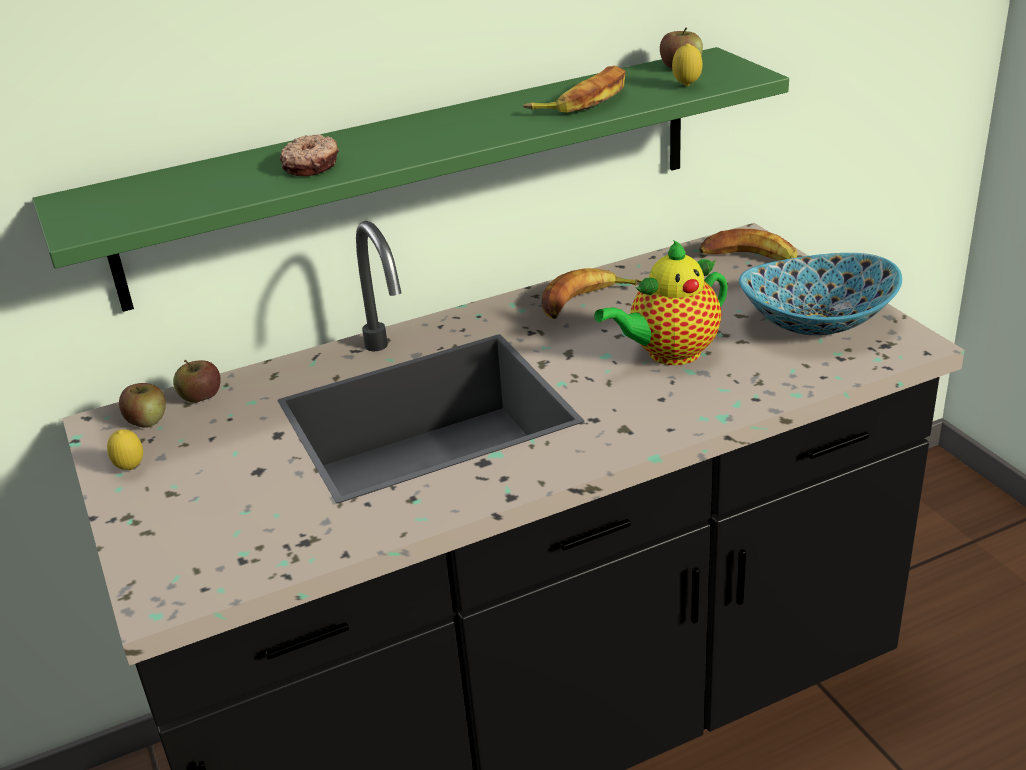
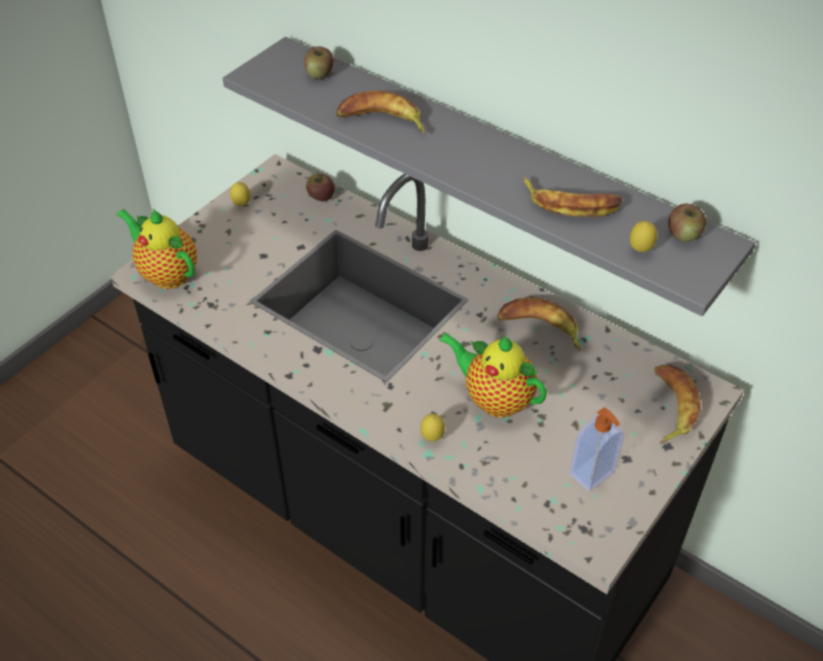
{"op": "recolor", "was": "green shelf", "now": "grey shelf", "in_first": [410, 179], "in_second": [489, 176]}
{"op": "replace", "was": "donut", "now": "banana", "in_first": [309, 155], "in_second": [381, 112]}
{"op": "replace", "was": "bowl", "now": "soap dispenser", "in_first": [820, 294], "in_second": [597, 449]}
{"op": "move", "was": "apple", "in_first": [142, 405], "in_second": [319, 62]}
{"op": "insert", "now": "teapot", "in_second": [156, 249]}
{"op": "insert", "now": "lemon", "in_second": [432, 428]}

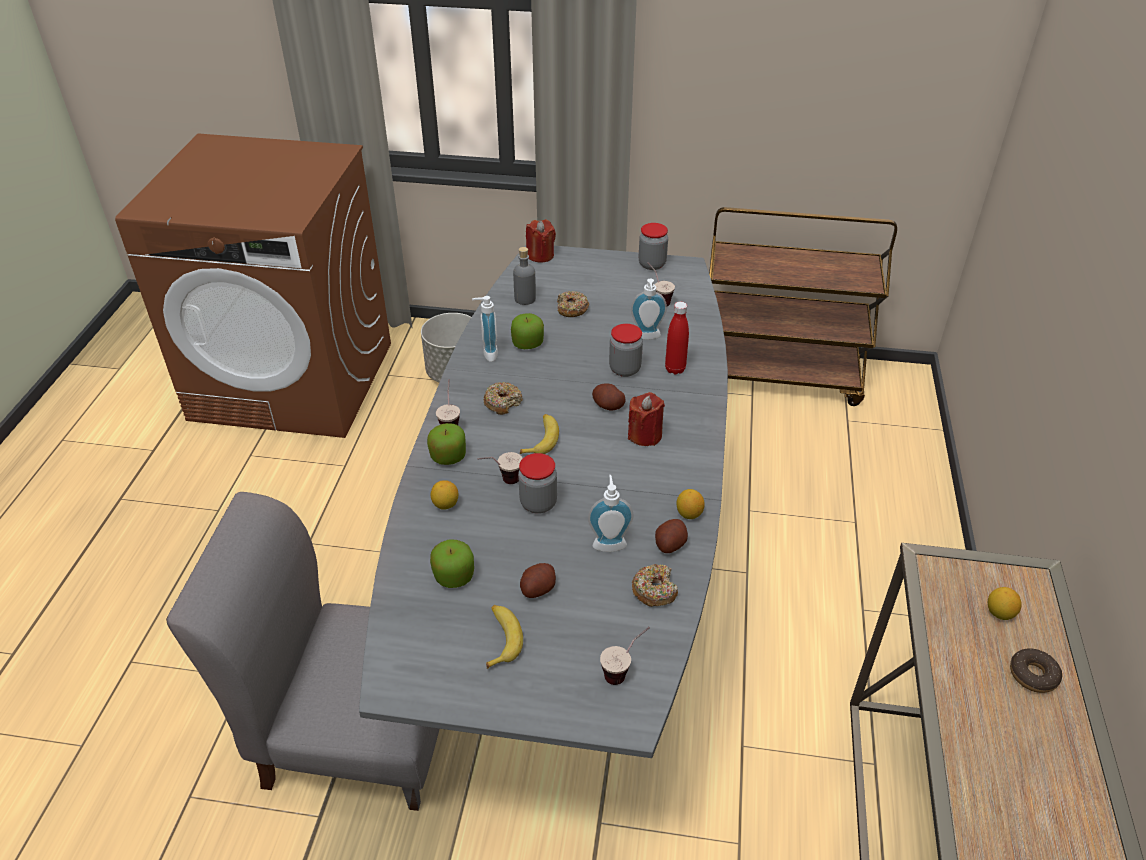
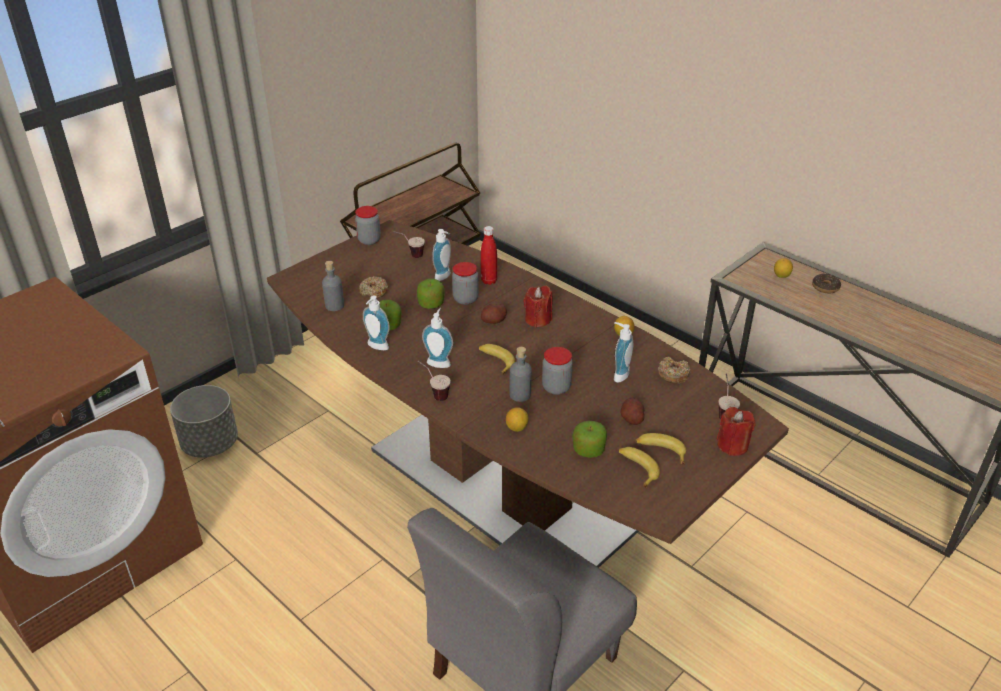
{"op": "move", "was": "red candle", "in_first": [541, 241], "in_second": [736, 431]}
{"op": "recolor", "was": "grey dining table", "now": "brown dining table", "in_first": [543, 501], "in_second": [528, 394]}
{"op": "replace", "was": "donut", "now": "soap dispenser", "in_first": [503, 398], "in_second": [437, 338]}
{"op": "move", "was": "apple", "in_first": [446, 444], "in_second": [431, 293]}
{"op": "replace", "was": "cup", "now": "grey bottle", "in_first": [500, 468], "in_second": [520, 374]}
{"op": "delete", "was": "potato", "in_first": [671, 536]}
{"op": "insert", "now": "banana", "in_second": [639, 467]}

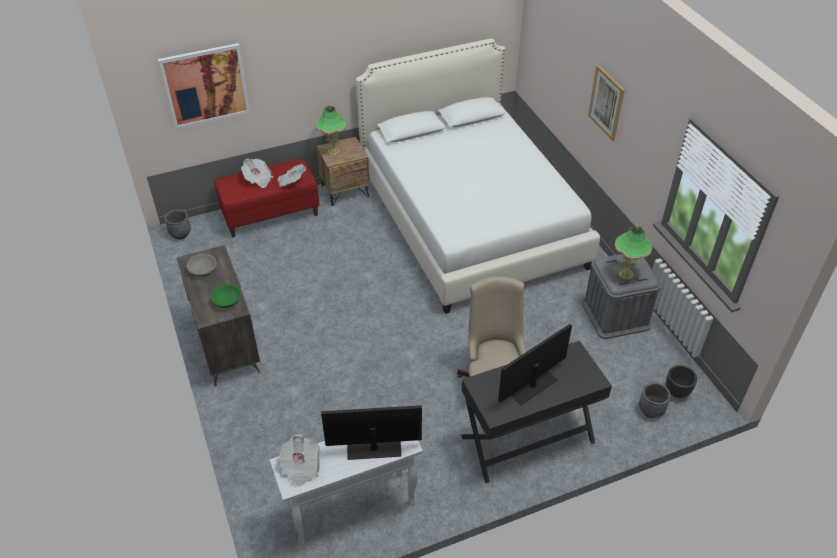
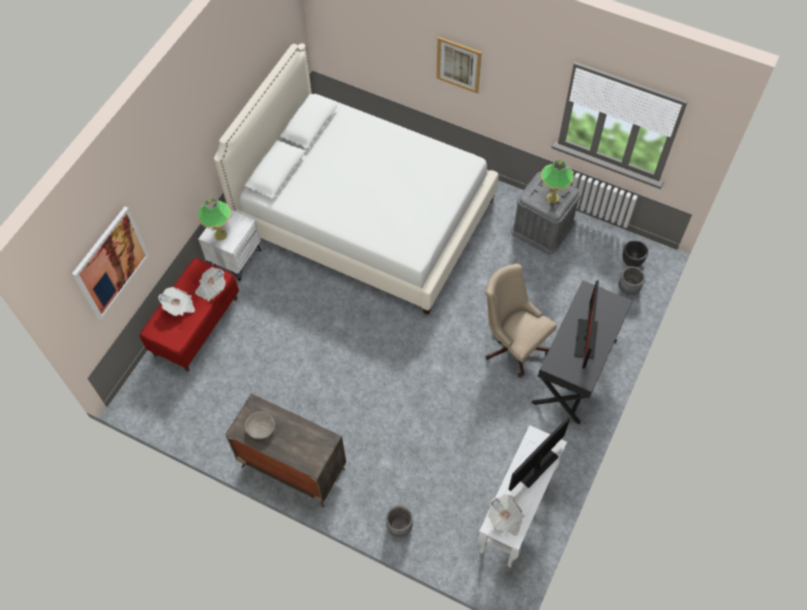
{"op": "recolor", "was": "brown nightstand", "now": "white nightstand", "in_first": [343, 171], "in_second": [229, 245]}
{"op": "move", "was": "grey planter", "in_first": [178, 224], "in_second": [399, 521]}
{"op": "delete", "was": "green bowl", "in_first": [225, 296]}

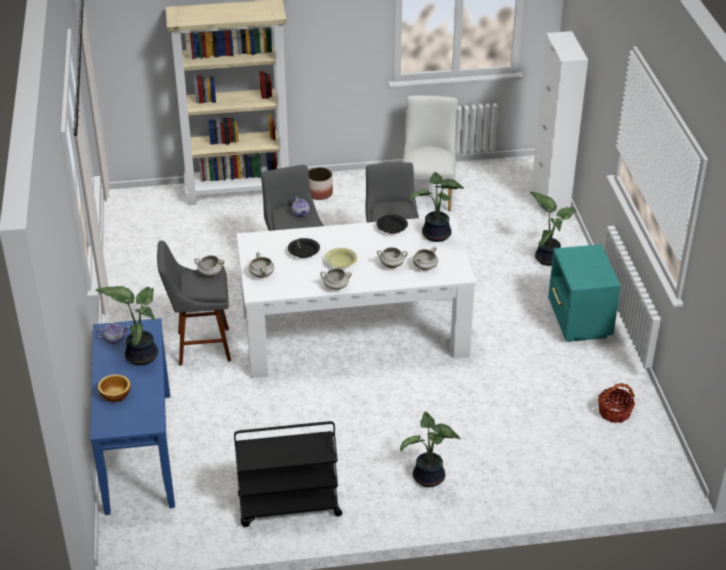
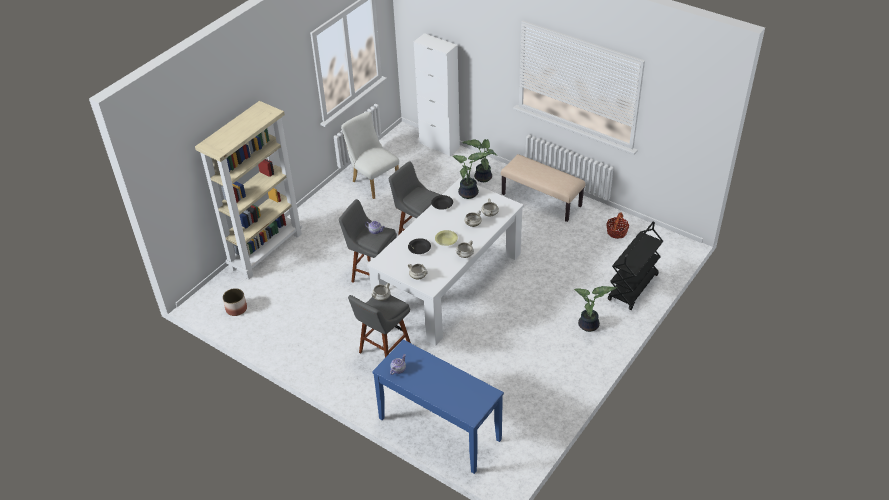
{"op": "move", "was": "planter", "in_first": [320, 183], "in_second": [235, 302]}
{"op": "replace", "was": "turquoise nightstand", "now": "beige bench", "in_first": [584, 293], "in_second": [543, 188]}
{"op": "delete", "was": "potted plant", "in_first": [126, 325]}
{"op": "delete", "was": "bowl", "in_first": [114, 388]}
{"op": "move", "was": "black cart", "in_first": [288, 474], "in_second": [635, 266]}

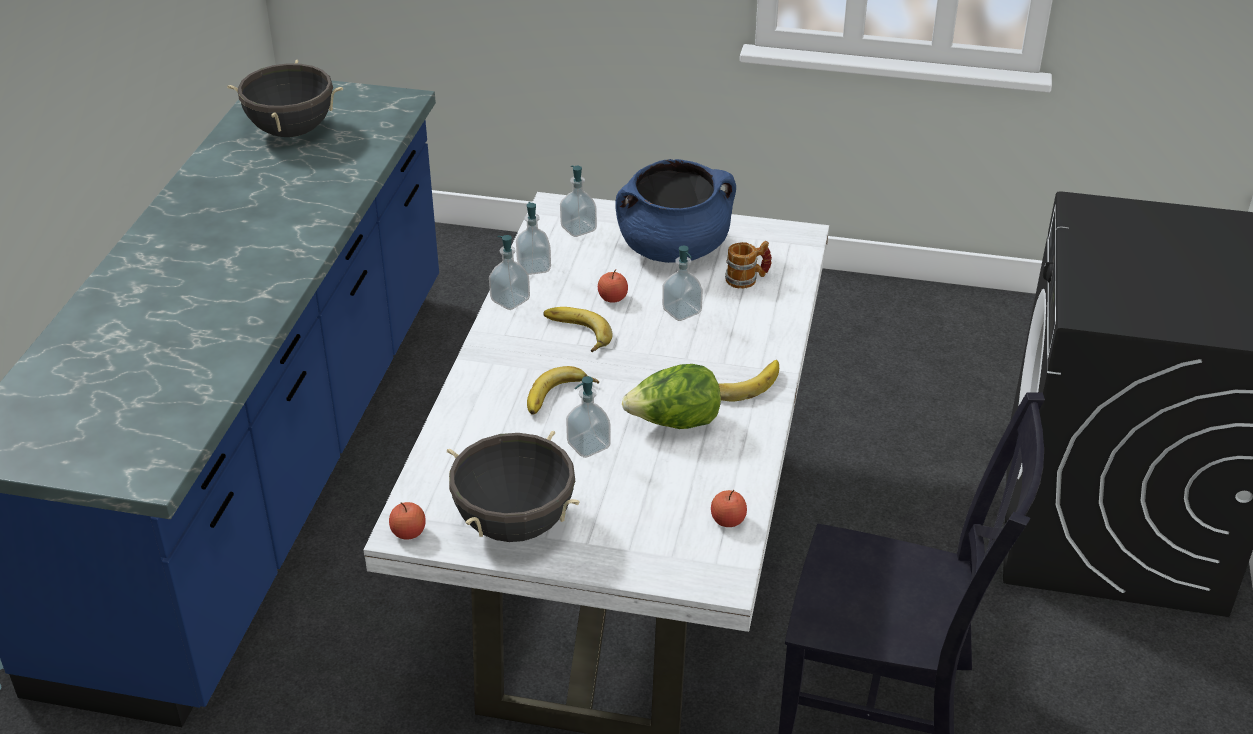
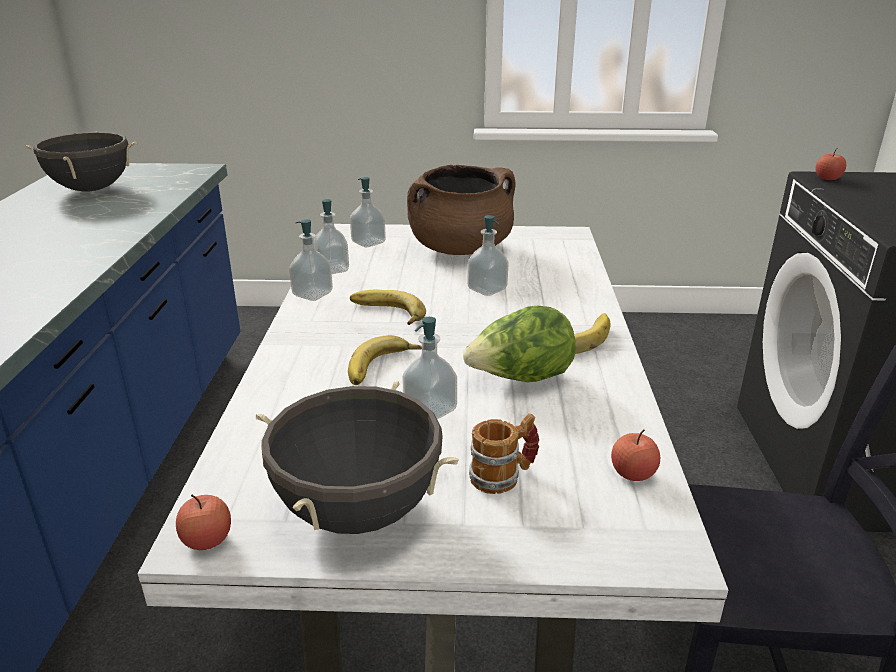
{"op": "recolor", "was": "blue cooking pot", "now": "brown cooking pot", "in_first": [675, 211], "in_second": [461, 210]}
{"op": "move", "was": "mug", "in_first": [748, 265], "in_second": [504, 453]}
{"op": "move", "was": "apple", "in_first": [613, 286], "in_second": [830, 164]}

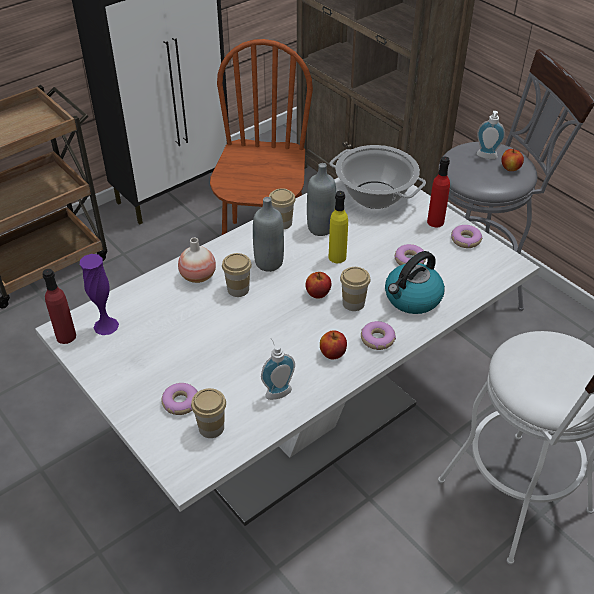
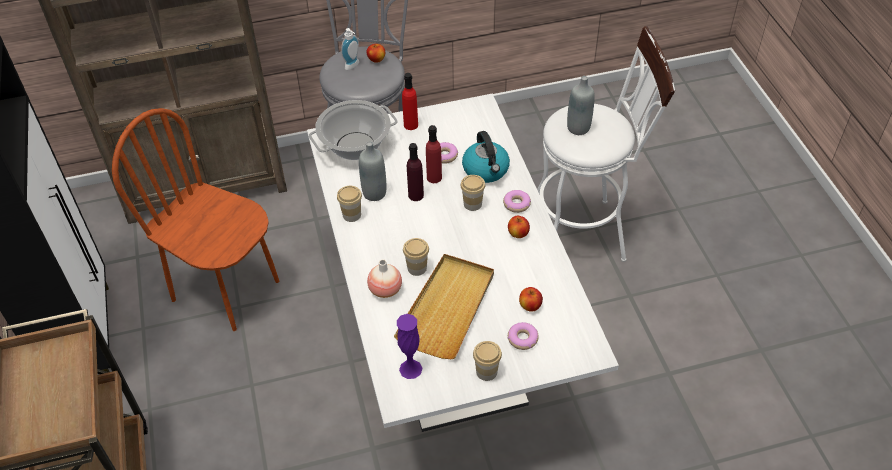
{"op": "recolor", "was": "yellow bottle", "now": "purple bottle", "in_first": [338, 227], "in_second": [415, 172]}
{"op": "move", "was": "grey bottle", "in_first": [268, 234], "in_second": [581, 105]}
{"op": "delete", "was": "donut", "in_first": [466, 236]}
{"op": "move", "was": "red bottle", "in_first": [59, 306], "in_second": [434, 154]}
{"op": "move", "was": "apple", "in_first": [318, 285], "in_second": [531, 299]}
{"op": "delete", "was": "soap dispenser", "in_first": [278, 368]}
{"op": "move", "was": "cup", "in_first": [208, 413], "in_second": [487, 361]}
{"op": "insert", "now": "beige tray", "in_second": [444, 306]}

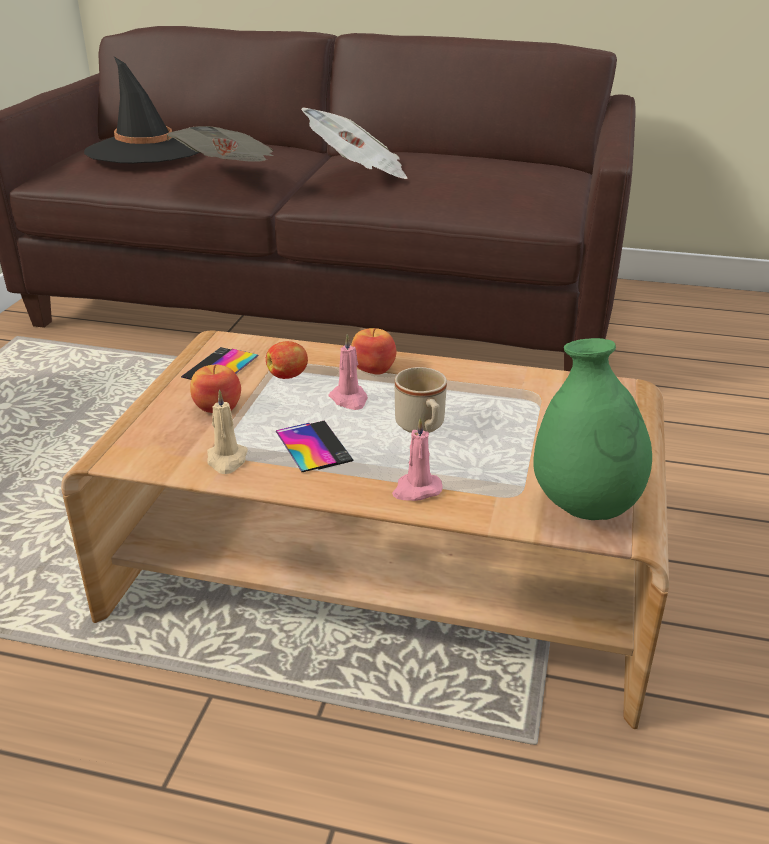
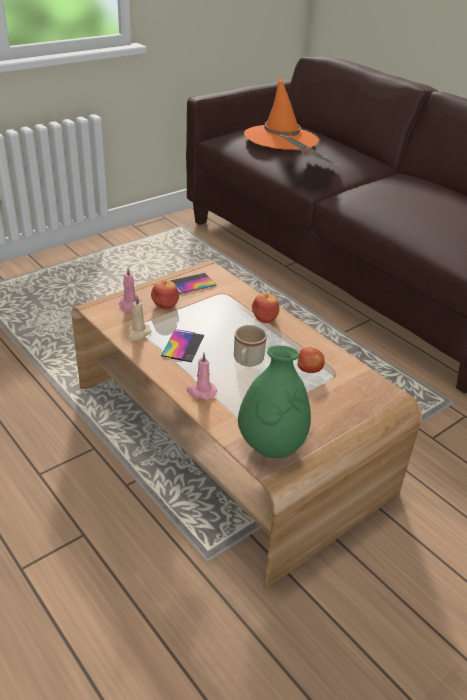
{"op": "recolor", "was": "black hat", "now": "orange hat", "in_first": [142, 110], "in_second": [281, 113]}
{"op": "delete", "was": "newspaper", "in_first": [354, 143]}
{"op": "move", "was": "pink candle", "in_first": [348, 372], "in_second": [130, 289]}
{"op": "move", "was": "apple", "in_first": [287, 360], "in_second": [311, 360]}

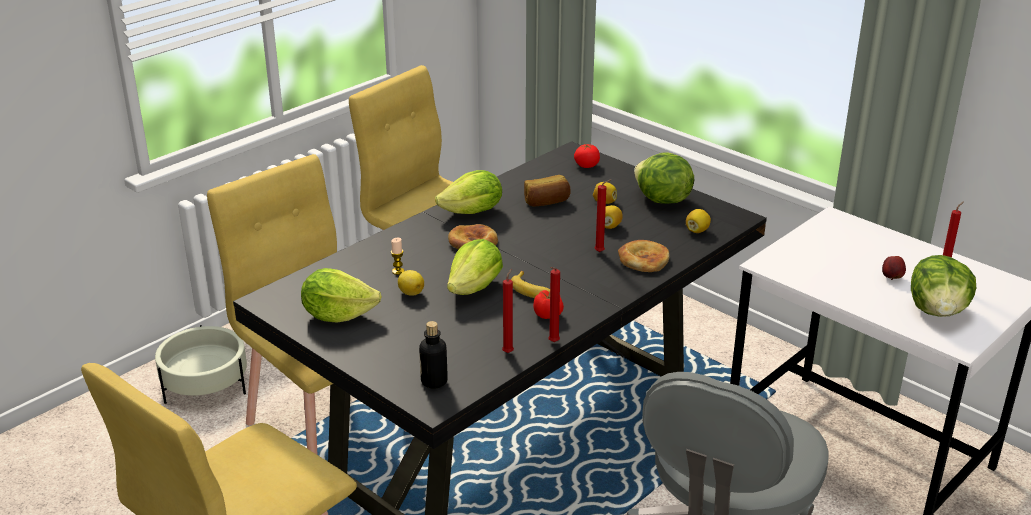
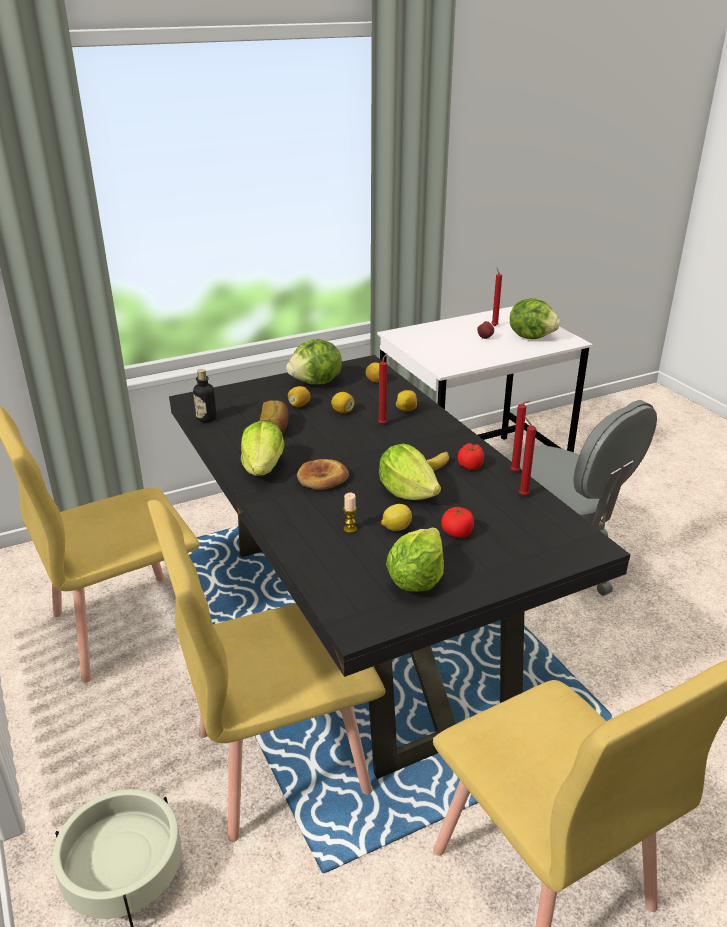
{"op": "move", "was": "tomato", "in_first": [587, 156], "in_second": [457, 522]}
{"op": "replace", "was": "bread", "now": "lemon", "in_first": [644, 256], "in_second": [406, 400]}
{"op": "move", "was": "bottle", "in_first": [433, 354], "in_second": [205, 396]}

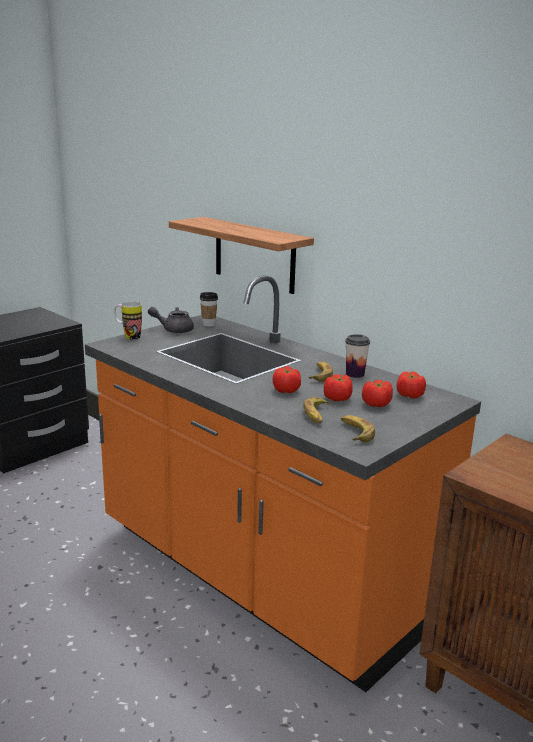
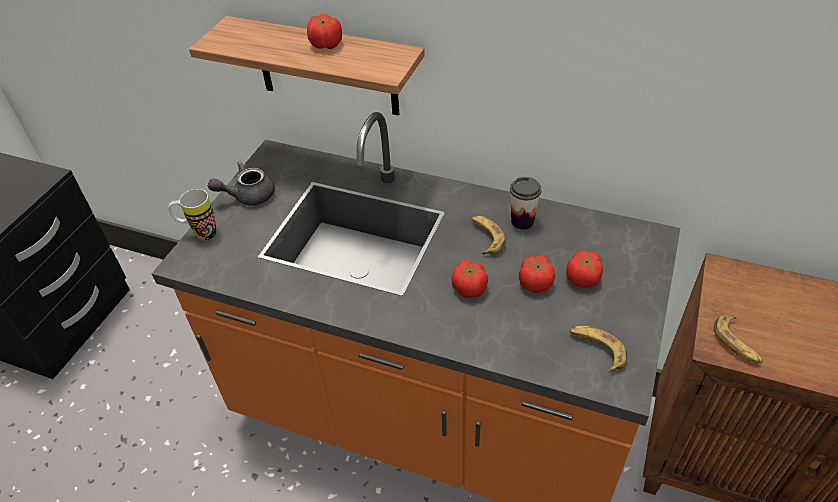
{"op": "delete", "was": "cup", "in_first": [209, 309]}
{"op": "move", "was": "tomato", "in_first": [411, 385], "in_second": [324, 31]}
{"op": "move", "was": "banana", "in_first": [316, 410], "in_second": [738, 339]}

